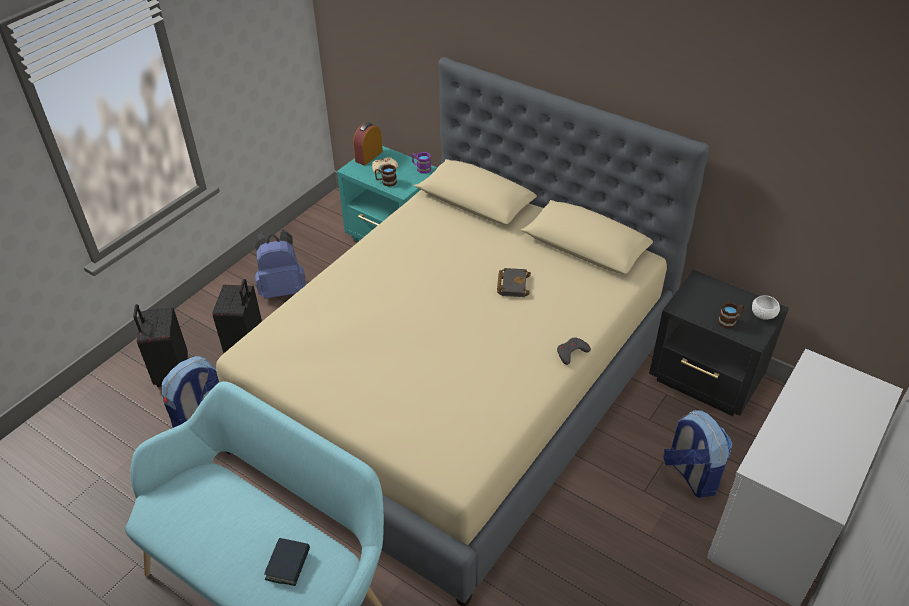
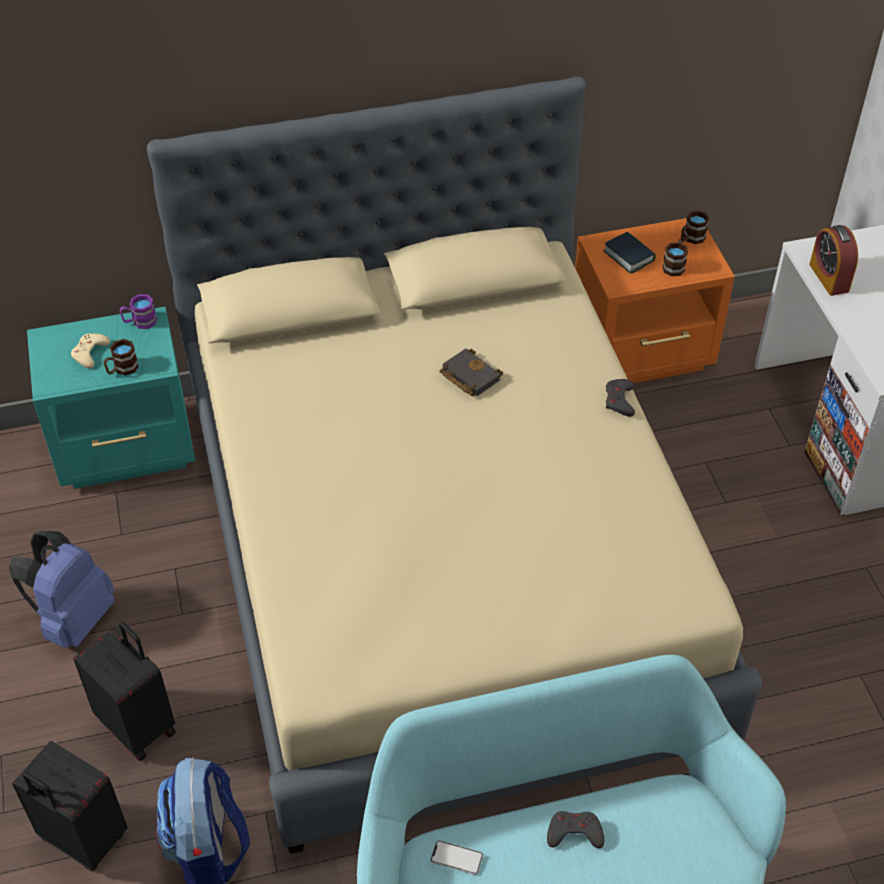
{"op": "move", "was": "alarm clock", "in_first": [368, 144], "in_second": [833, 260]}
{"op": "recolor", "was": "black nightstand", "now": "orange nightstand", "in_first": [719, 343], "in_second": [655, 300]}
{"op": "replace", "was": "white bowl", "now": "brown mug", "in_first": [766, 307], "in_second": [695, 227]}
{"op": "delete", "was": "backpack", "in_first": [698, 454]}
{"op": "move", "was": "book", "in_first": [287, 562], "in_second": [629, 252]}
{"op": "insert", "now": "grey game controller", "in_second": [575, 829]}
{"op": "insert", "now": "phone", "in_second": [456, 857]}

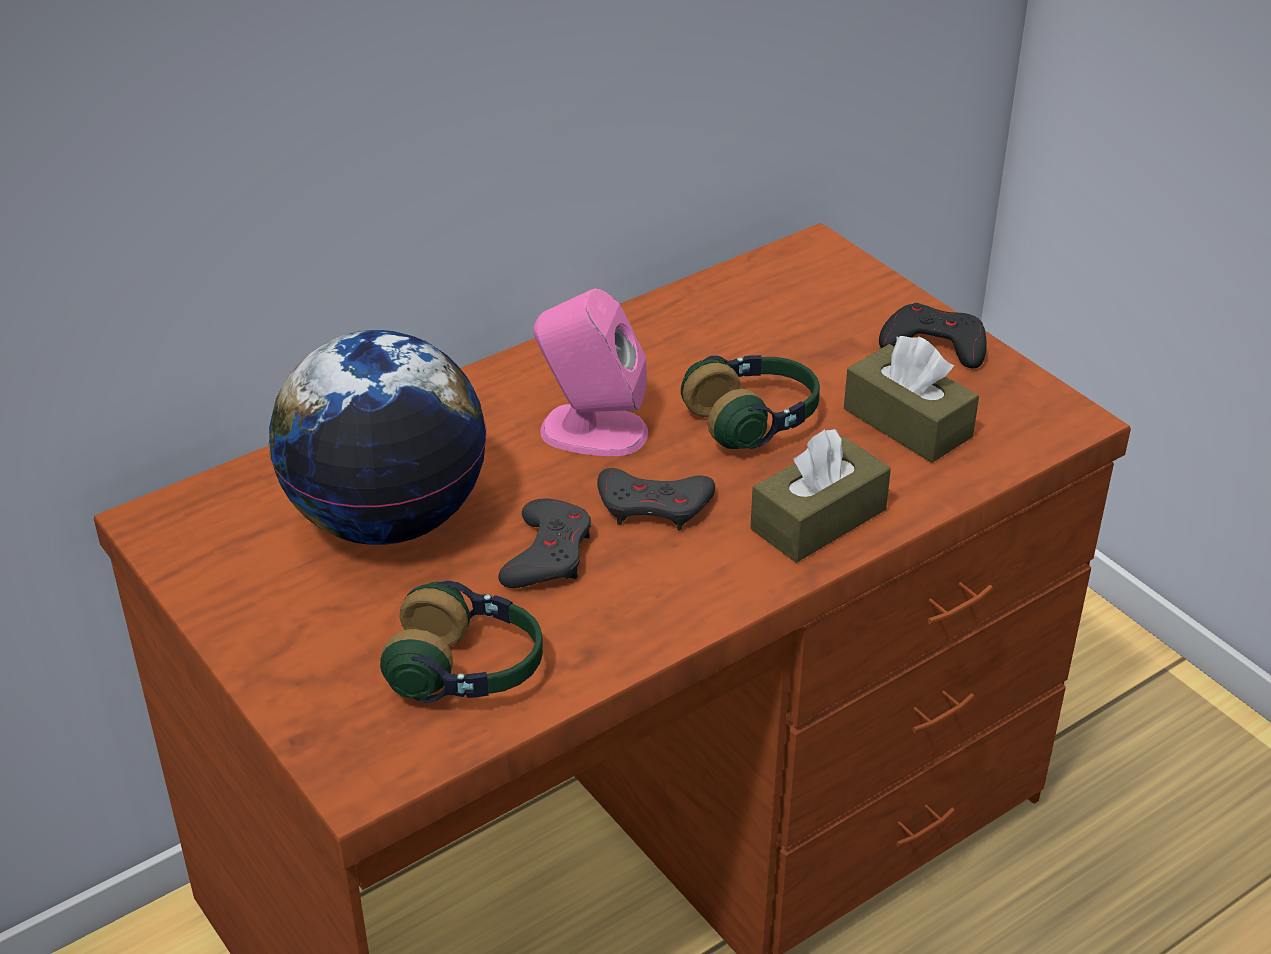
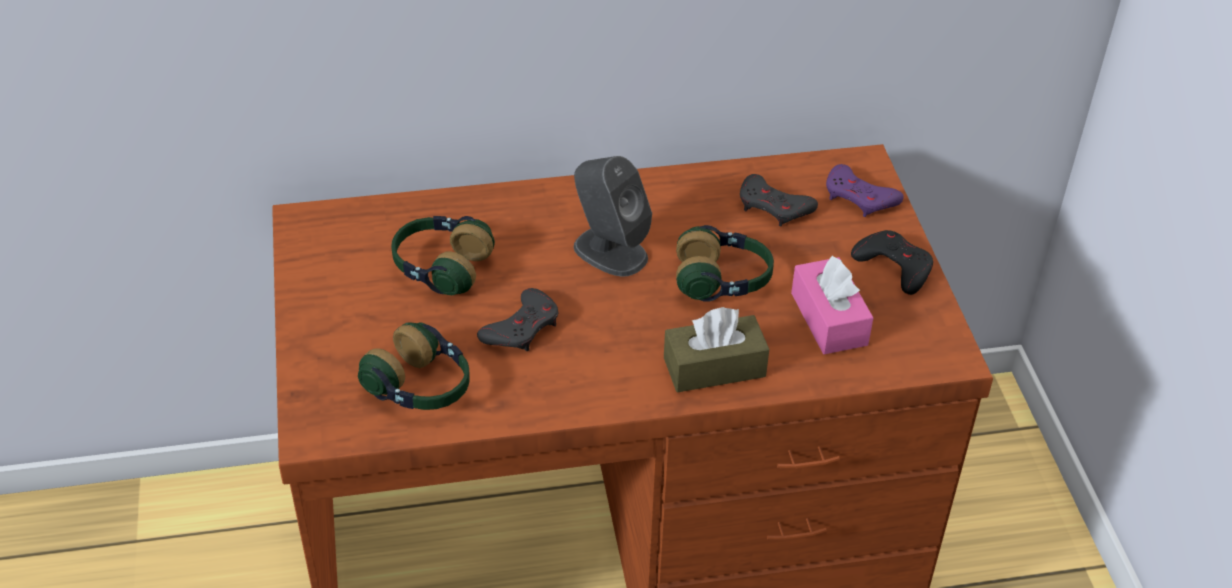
{"op": "recolor", "was": "pink speaker", "now": "grey speaker", "in_first": [590, 372], "in_second": [613, 216]}
{"op": "replace", "was": "globe", "now": "headphones", "in_first": [378, 437], "in_second": [443, 255]}
{"op": "recolor", "was": "brown tissue box", "now": "pink tissue box", "in_first": [911, 399], "in_second": [832, 305]}
{"op": "move", "was": "grey game controller", "in_first": [656, 499], "in_second": [779, 200]}
{"op": "insert", "now": "purple game controller", "in_second": [865, 190]}

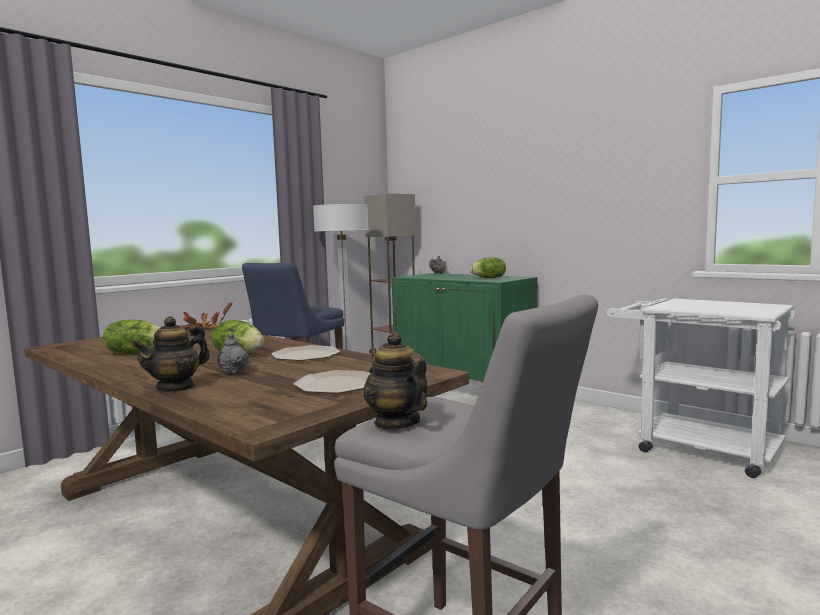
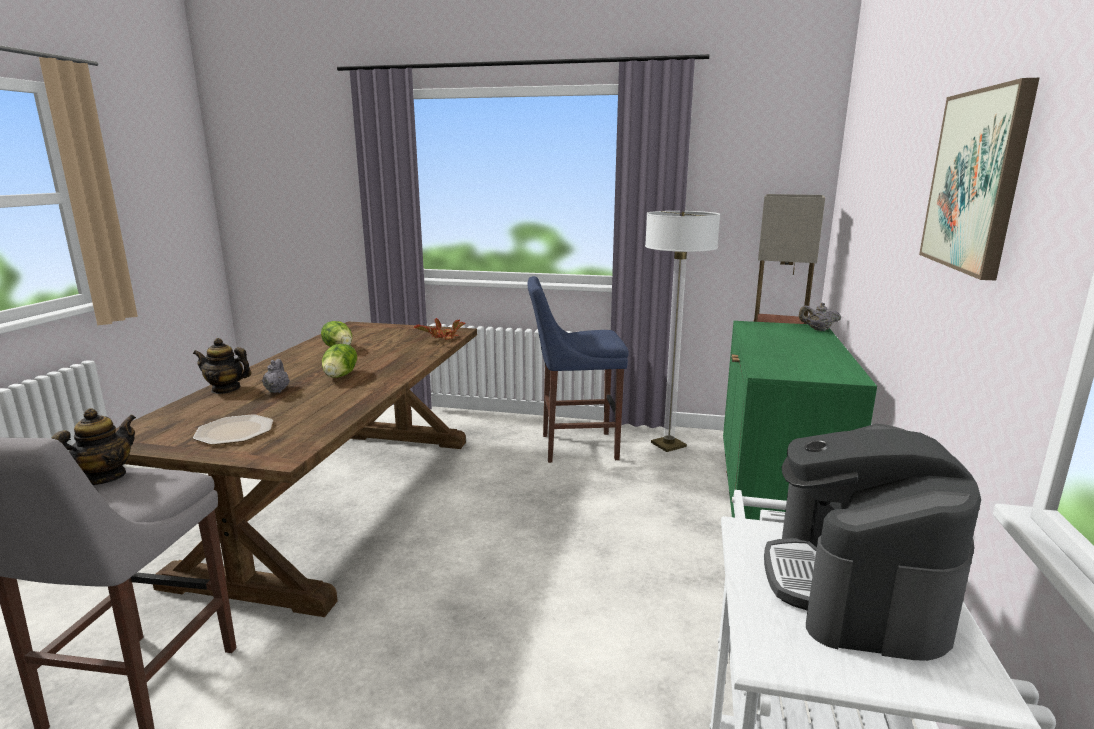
{"op": "delete", "was": "lettuce", "in_first": [488, 267]}
{"op": "rotate", "was": "grey teapot", "in_first": [233, 353], "in_second": [276, 376], "clockwise": -45}
{"op": "delete", "was": "plate", "in_first": [305, 353]}
{"op": "insert", "now": "picture", "in_second": [979, 179]}
{"op": "insert", "now": "coffee machine", "in_second": [872, 542]}

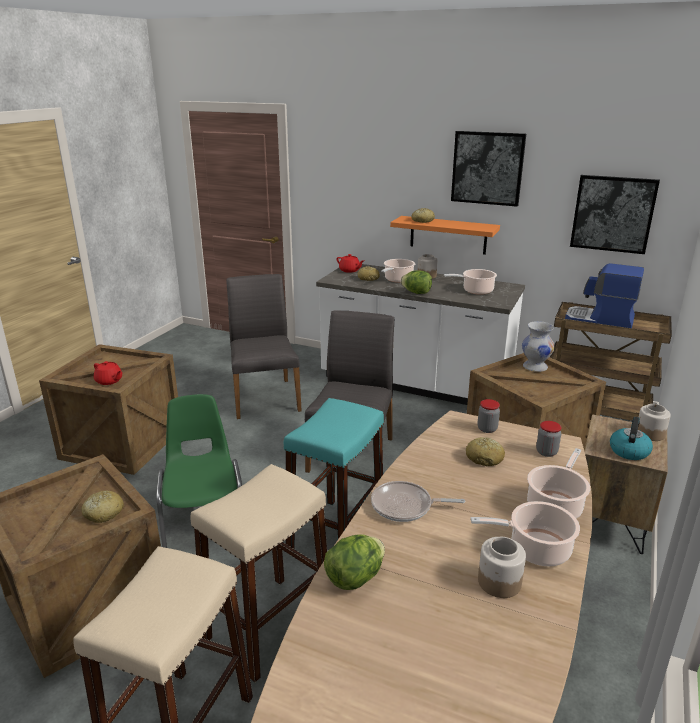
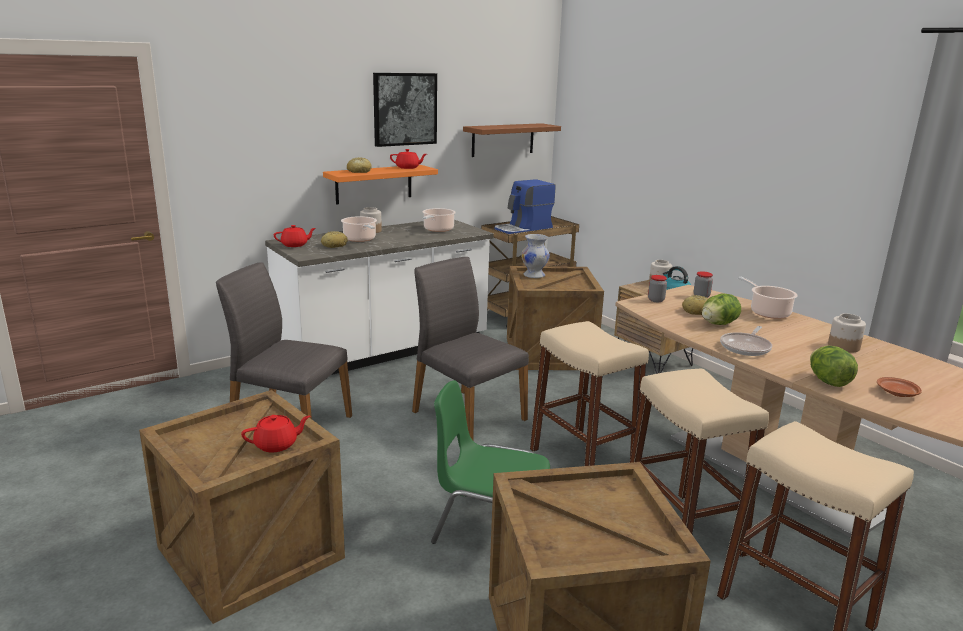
{"op": "replace", "was": "picture", "now": "brown shelf", "in_first": [615, 214], "in_second": [512, 140]}
{"op": "move", "was": "lettuce", "in_first": [416, 282], "in_second": [721, 309]}
{"op": "recolor", "was": "turquoise stool", "now": "beige stool", "in_first": [334, 473], "in_second": [589, 393]}
{"op": "delete", "was": "bread", "in_first": [102, 507]}
{"op": "delete", "was": "cooking pot", "in_first": [525, 533]}
{"op": "insert", "now": "red teapot", "in_second": [408, 159]}
{"op": "insert", "now": "brown plate", "in_second": [899, 387]}

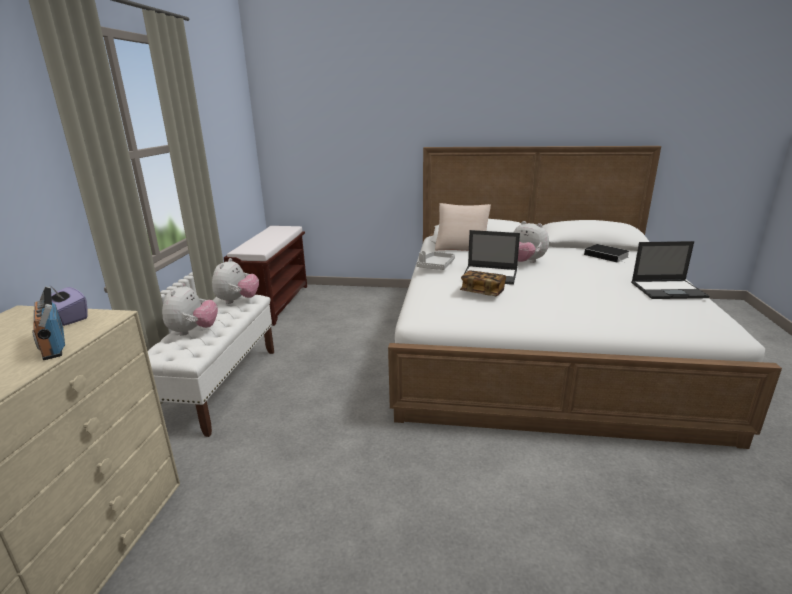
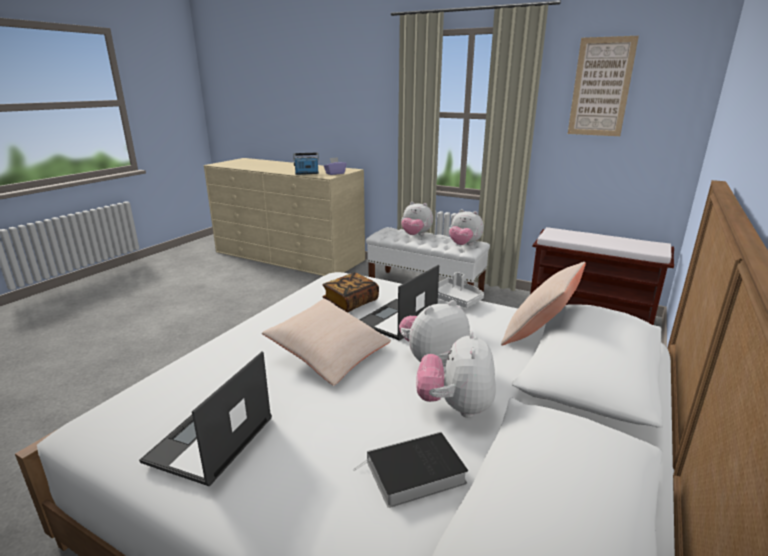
{"op": "insert", "now": "picture", "in_second": [603, 86]}
{"op": "insert", "now": "beige pillow", "in_second": [326, 342]}
{"op": "insert", "now": "plush toy", "in_second": [456, 374]}

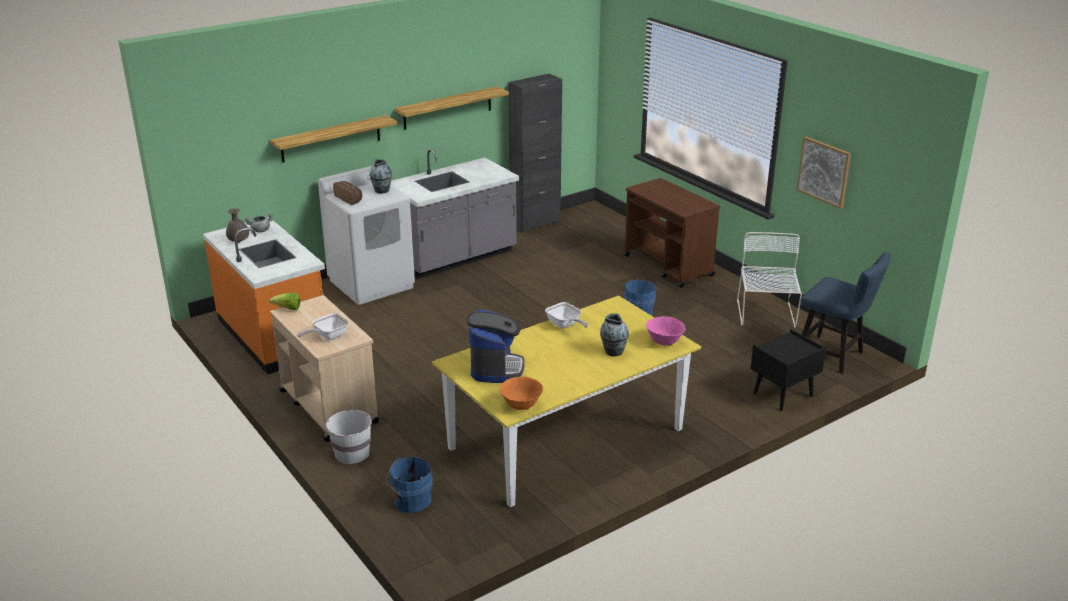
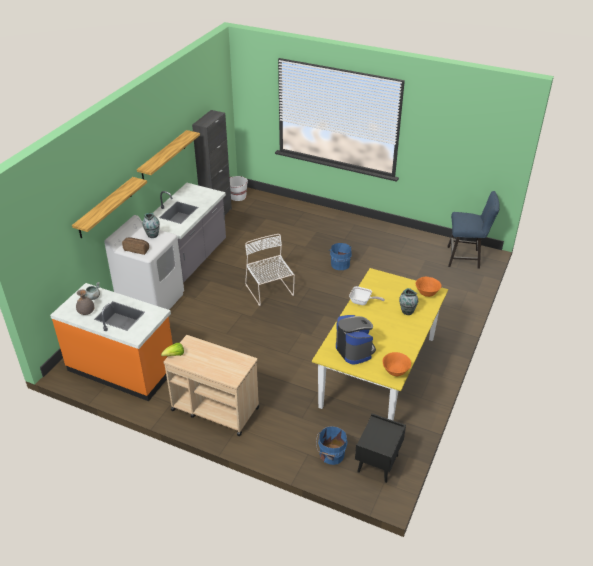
{"op": "delete", "was": "picture", "in_first": [824, 173]}
{"op": "delete", "was": "brown cart", "in_first": [671, 233]}
{"op": "move", "was": "white chair", "in_first": [769, 280], "in_second": [270, 270]}
{"op": "delete", "was": "frying pan", "in_first": [323, 326]}
{"op": "recolor", "was": "pink bowl", "now": "orange bowl", "in_first": [666, 331], "in_second": [428, 287]}
{"op": "move", "was": "black nightstand", "in_first": [788, 370], "in_second": [380, 448]}
{"op": "move", "was": "white bucket", "in_first": [348, 436], "in_second": [239, 188]}

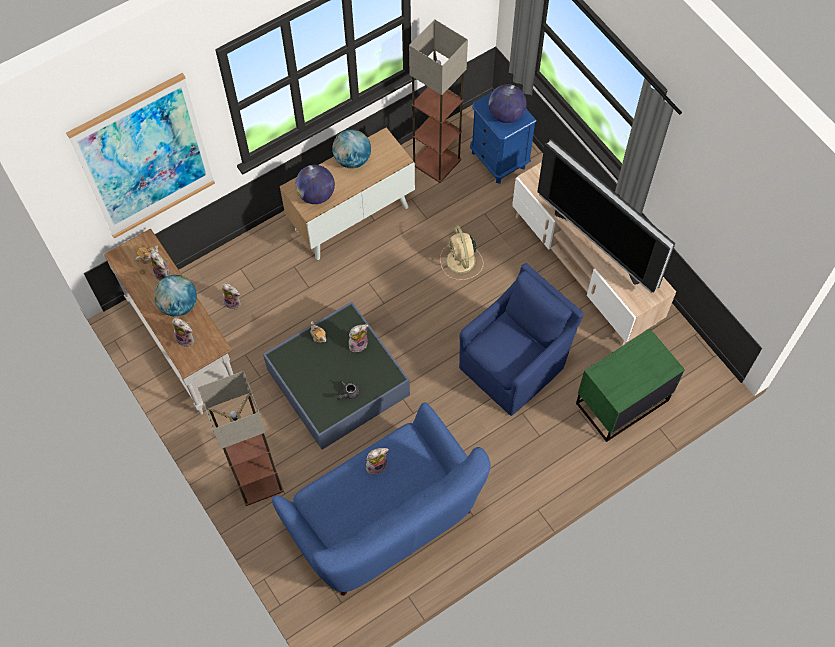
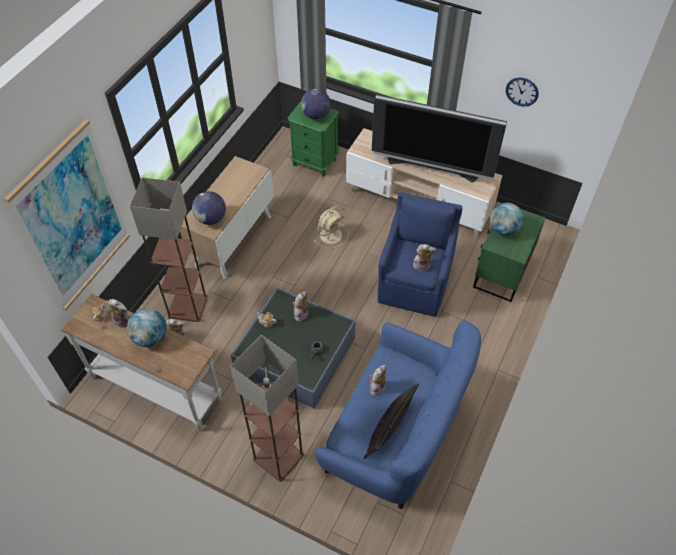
{"op": "move", "was": "floor lamp", "in_first": [438, 101], "in_second": [168, 249]}
{"op": "recolor", "was": "blue nightstand", "now": "green nightstand", "in_first": [503, 138], "in_second": [313, 139]}
{"op": "move", "was": "globe", "in_first": [351, 148], "in_second": [507, 219]}
{"op": "rotate", "was": "beige fan", "in_first": [461, 252], "in_second": [331, 226], "clockwise": -90}
{"op": "move", "was": "plush toy", "in_first": [183, 333], "in_second": [424, 257]}
{"op": "insert", "now": "wall clock", "in_second": [522, 92]}
{"op": "insert", "now": "pillow", "in_second": [391, 421]}

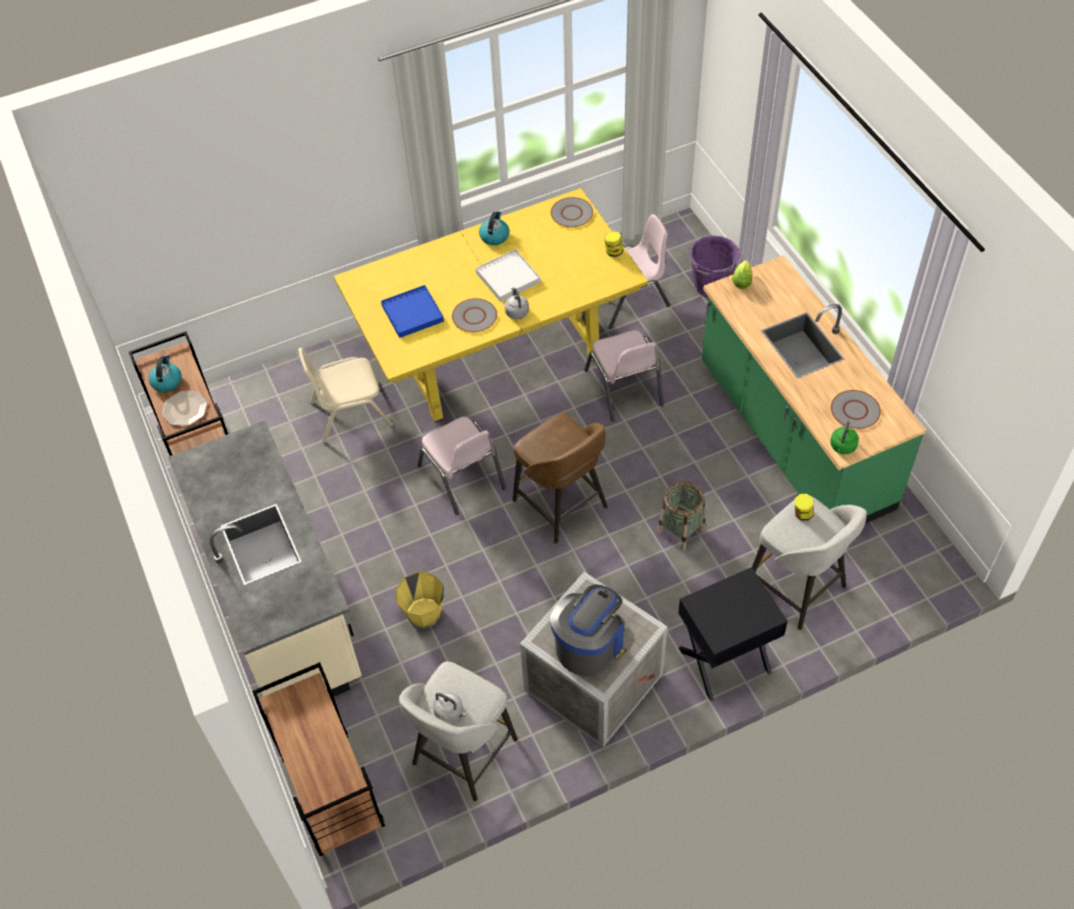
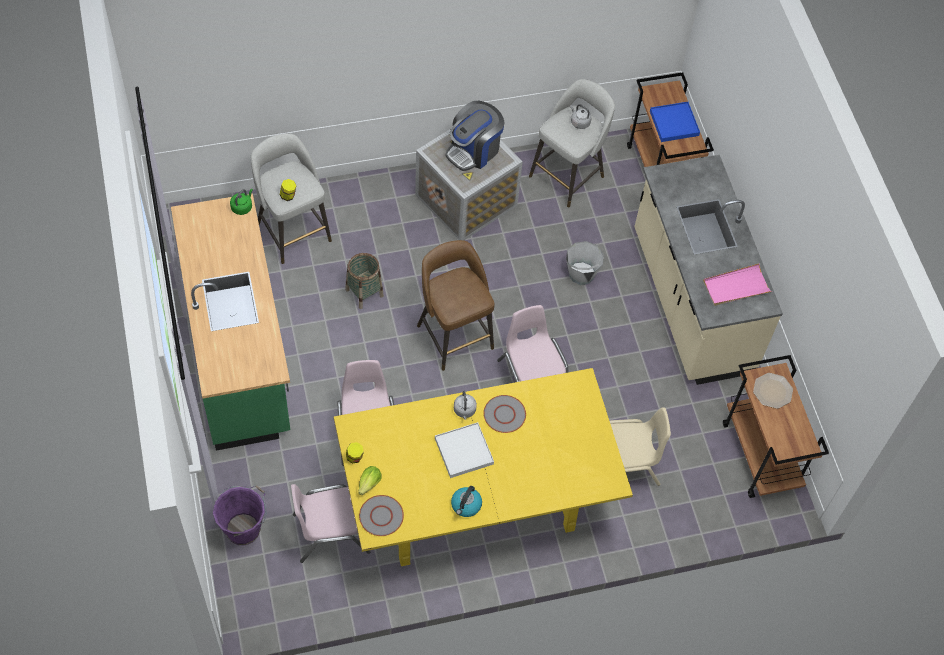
{"op": "move", "was": "lettuce", "in_first": [742, 274], "in_second": [370, 480]}
{"op": "move", "was": "blue tray", "in_first": [412, 311], "in_second": [675, 122]}
{"op": "delete", "was": "kettle", "in_first": [165, 373]}
{"op": "delete", "was": "grey plate", "in_first": [856, 409]}
{"op": "delete", "was": "black nightstand", "in_first": [733, 634]}
{"op": "recolor", "was": "yellow bucket", "now": "grey bucket", "in_first": [420, 600], "in_second": [585, 263]}
{"op": "insert", "now": "pink tray", "in_second": [738, 284]}

